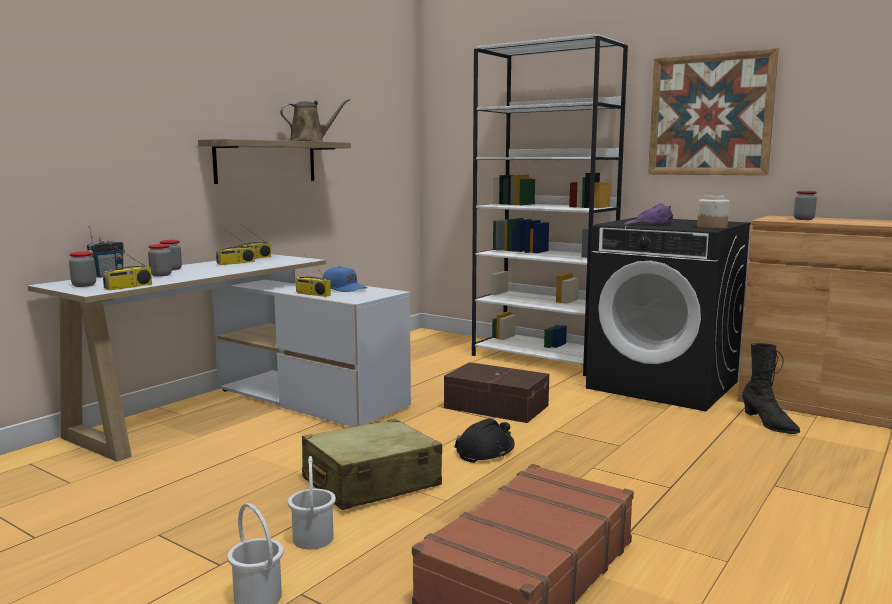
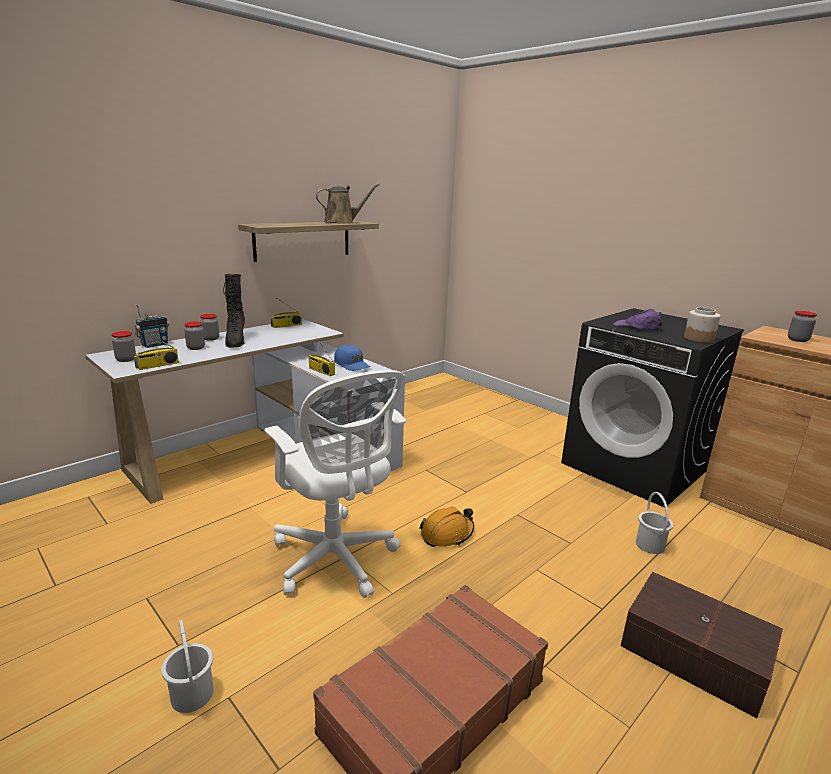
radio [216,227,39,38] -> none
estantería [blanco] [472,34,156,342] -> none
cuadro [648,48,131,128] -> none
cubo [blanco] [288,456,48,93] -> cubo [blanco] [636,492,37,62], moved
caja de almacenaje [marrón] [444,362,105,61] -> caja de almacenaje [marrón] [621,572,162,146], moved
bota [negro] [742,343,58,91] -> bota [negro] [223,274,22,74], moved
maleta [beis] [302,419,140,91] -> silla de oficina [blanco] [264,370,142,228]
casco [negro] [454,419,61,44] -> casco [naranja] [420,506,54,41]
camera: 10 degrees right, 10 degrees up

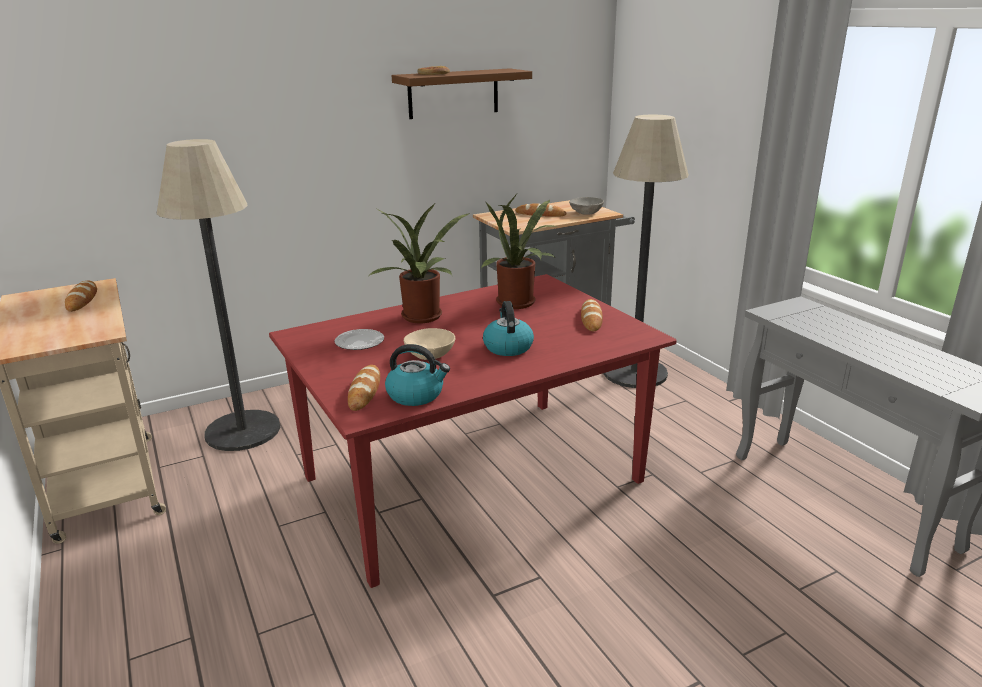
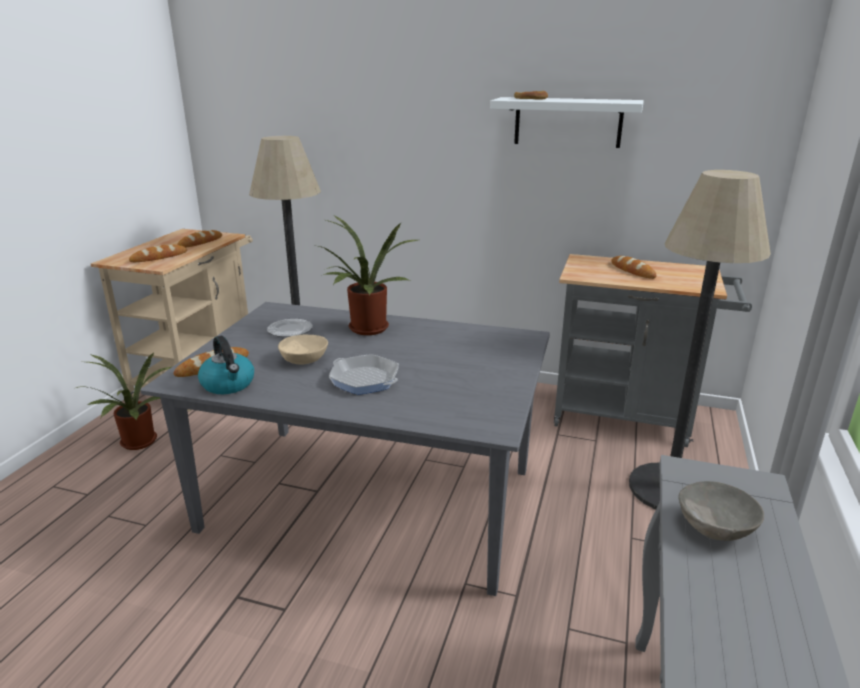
planta en maceta [481,195,78,114] -> planta en maceta [76,353,96,97], moved
cuenco [gris] [569,197,35,18] -> cuenco [gris] [678,481,86,60], moved
pan [581,299,22,32] -> pan [129,244,58,18], moved
hervidor [483,301,51,55] -> sartén [329,354,70,41]
mesa de comedor [rojo] [269,274,408,314] -> mesa de comedor [gris] [141,302,409,294]
estante [marrón] [391,68,141,51] -> estante [blanco] [490,97,154,51]
camera: 45 degrees right, 0 degrees up

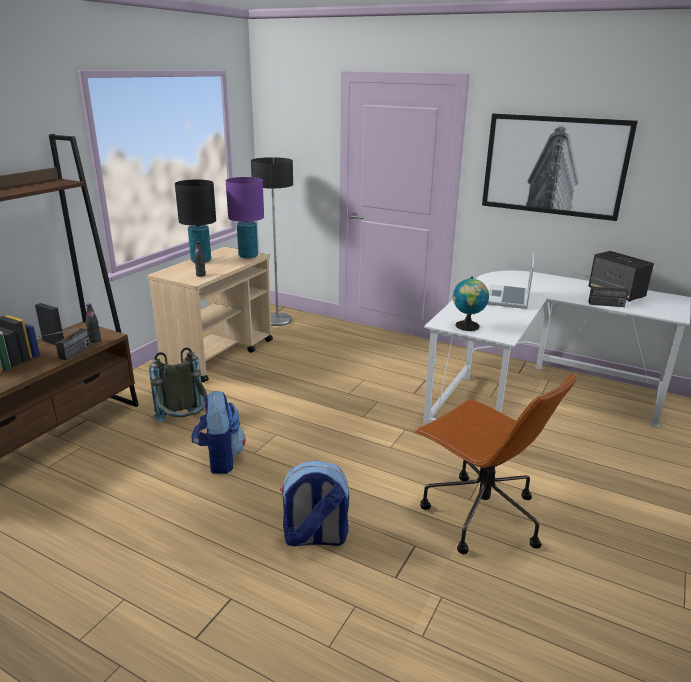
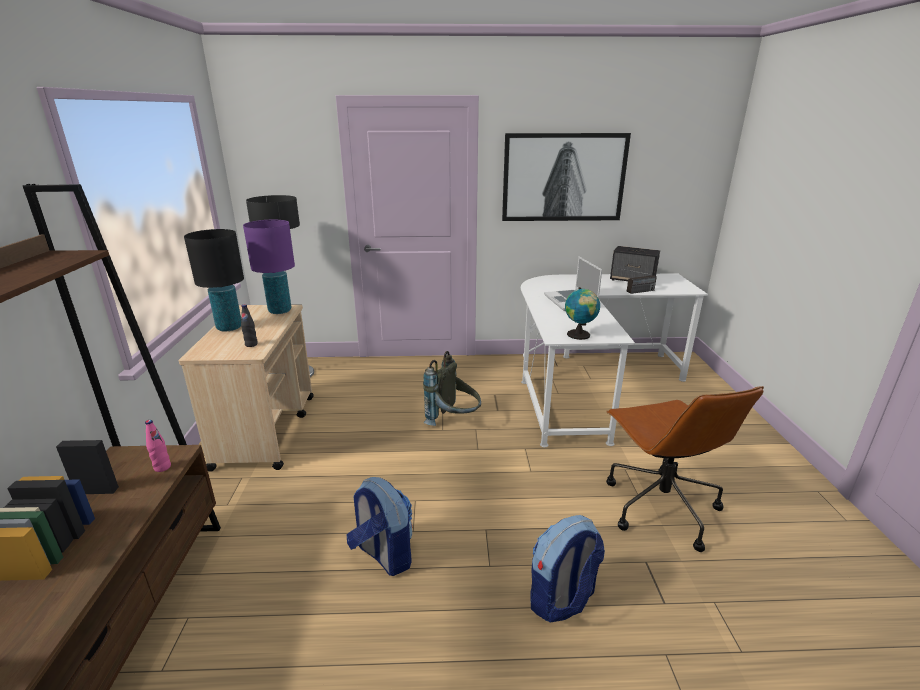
radio [38,328,53,32] -> none
mochila [gris] [149,347,58,75] -> mochila [gris] [423,351,58,75], moved
botella [negro] [86,303,15,40] -> botella [rosa] [145,420,26,52]
silla de oficina [marrón] [414,373,163,181] -> silla de oficina [marrón] [606,386,158,166], 60 degrees clockwise
camera: 30 degrees left, 0 degrees up

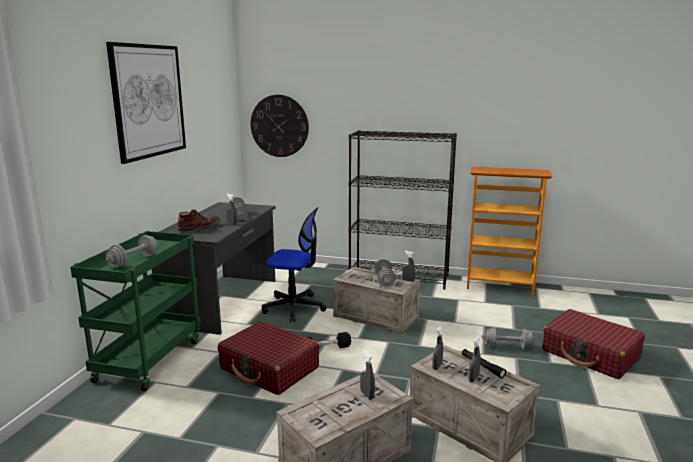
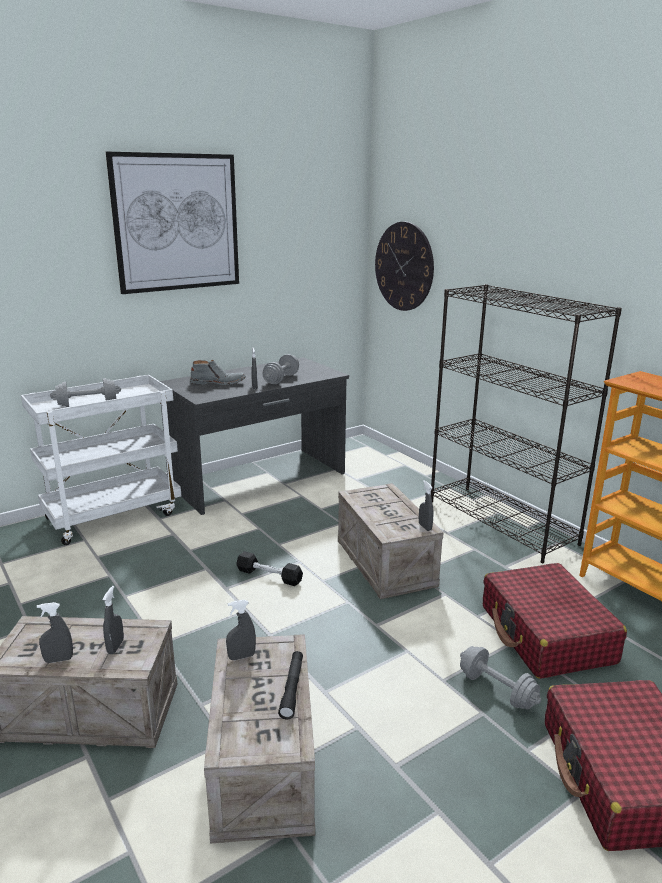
silla de oficina [262,207,65,115] -> none
mancuerna [gris] [374,259,22,28] -> none
maleta [rojo] [218,321,101,74] -> maleta [rojo] [483,563,144,116], moved
pulverizador [gris] [468,337,12,45] -> pulverizador [gris] [37,602,36,61], moved
carrito [verde] [70,231,131,160] -> carrito [blanco] [21,375,160,170]
bota [marrón] [177,209,44,23] -> bota [gris] [190,360,56,25]
camera: 40 degrees right, 5 degrees up

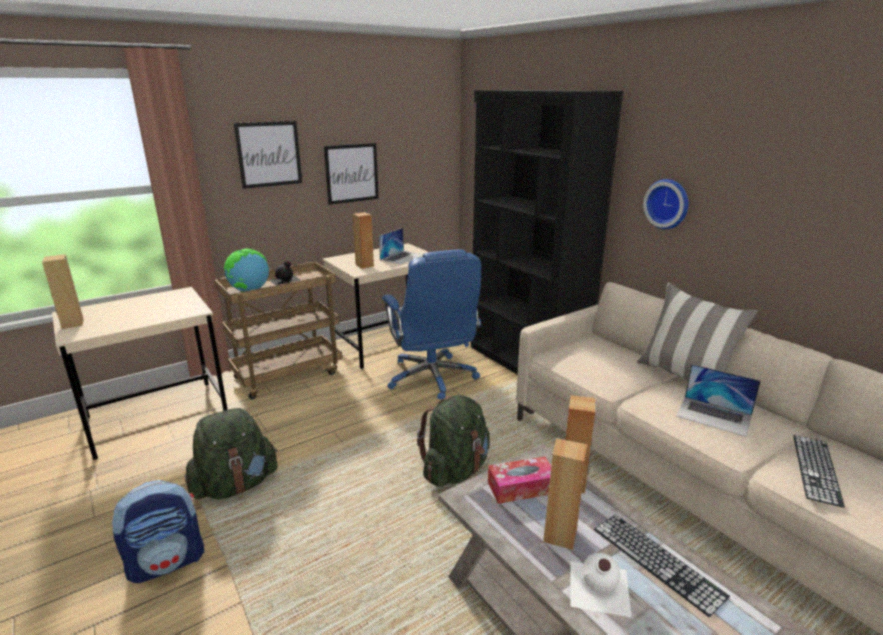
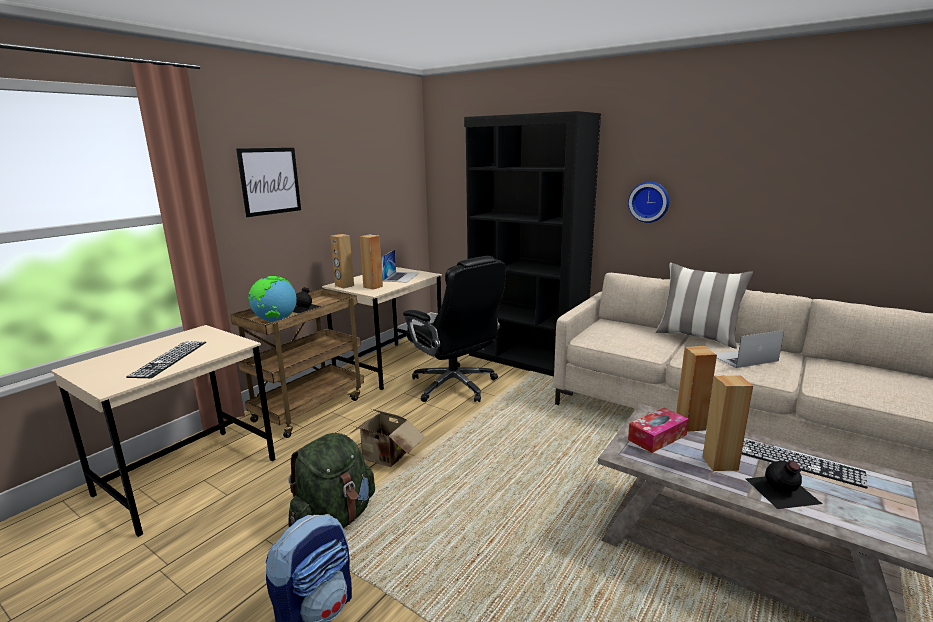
cuadro [324,143,55,62] -> none
mochila [verde] [417,395,73,92] -> none
none -> caja de cartón [348,409,77,58]
altavoz [marrón] [42,254,42,75] -> altavoz [marrón] [330,234,24,55], moved
teclado [793,435,52,73] -> teclado [126,341,80,37], moved
silla de oficina [azul] [382,249,99,151] -> silla de oficina [negro] [403,256,103,146]
botella [blanco] [570,553,62,65] -> botella [negro] [746,461,76,48]
portátil [676,364,85,73] -> portátil [717,330,67,38], 150 degrees clockwise
camera: 20 degrees left, 5 degrees down

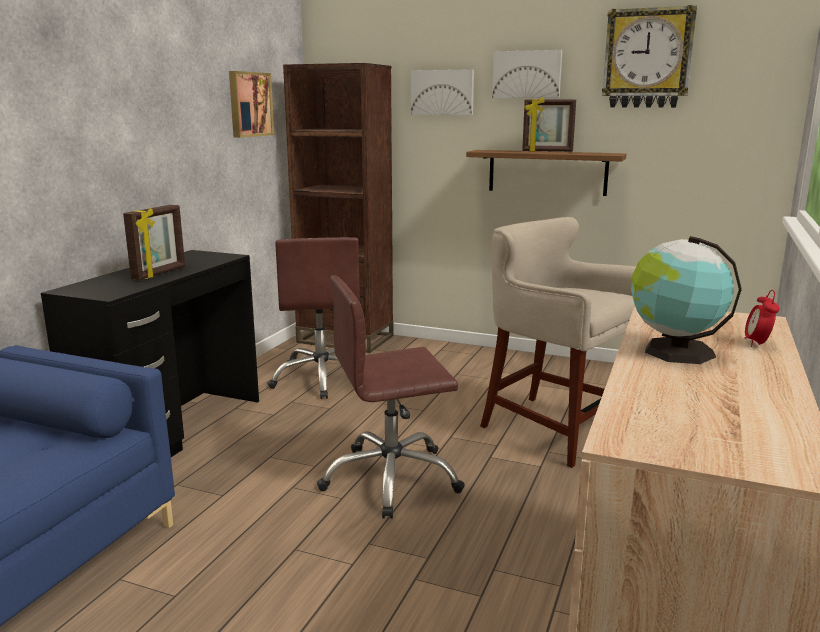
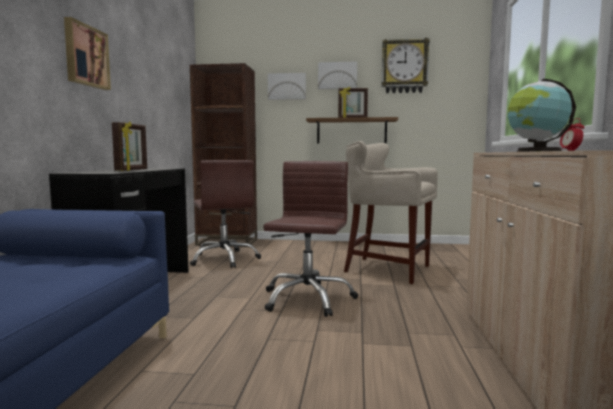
cuadro [229,71,45,67] -> cuadro [64,17,47,73], moved
silla de oficina [marrón] [317,275,148,244] -> silla de oficina [marrón] [263,161,95,156], 135 degrees clockwise
camera: 15 degrees left, 10 degrees down

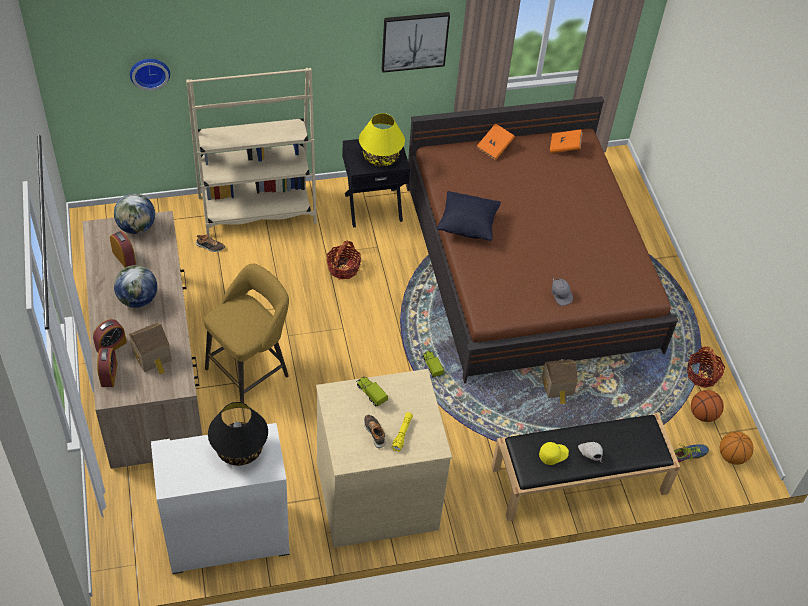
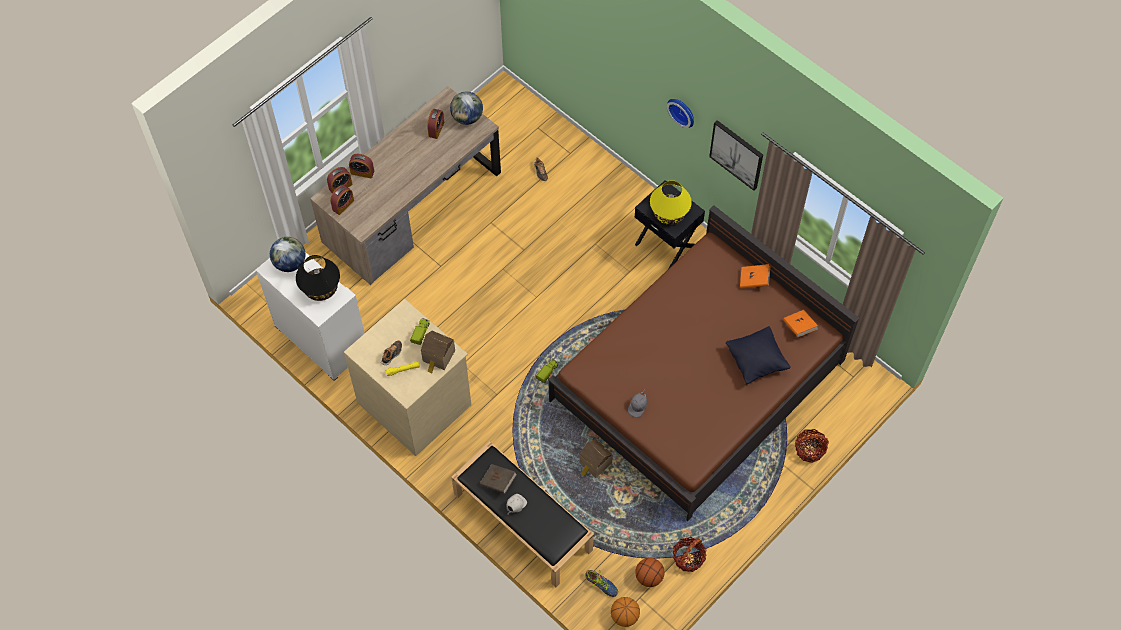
estantería [beis] [186,68,131,168] -> none
taburete [amarillo] [204,264,85,139] -> none
none -> despertador [330,185,24,30]
globo terráqueo [114,265,43,43] -> globo terráqueo [270,237,35,35], moved
casita [129,323,43,52] -> casita [421,331,34,42], moved
reloj de pared [130,59,40,32] -> reloj de pared [667,99,27,29], moved
cesta [327,241,34,38] -> cesta [795,429,34,34], moved
cojín [negro] [437,191,64,50] -> cojín [negro] [726,326,65,58], moved
gorra [amarillo] [539,442,30,23] -> libro [marrón] [480,464,37,30]
camera: 60 degrees right, 10 degrees up

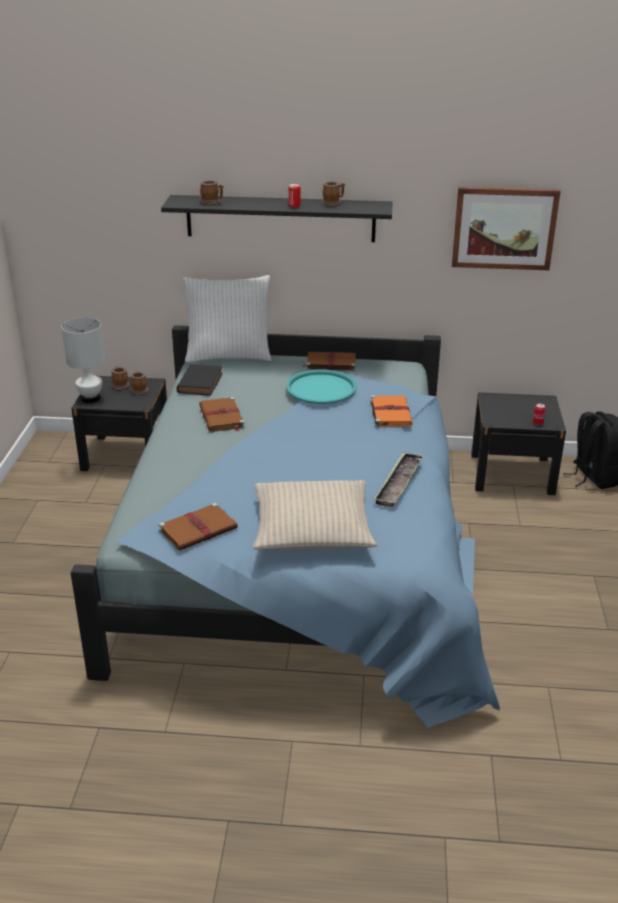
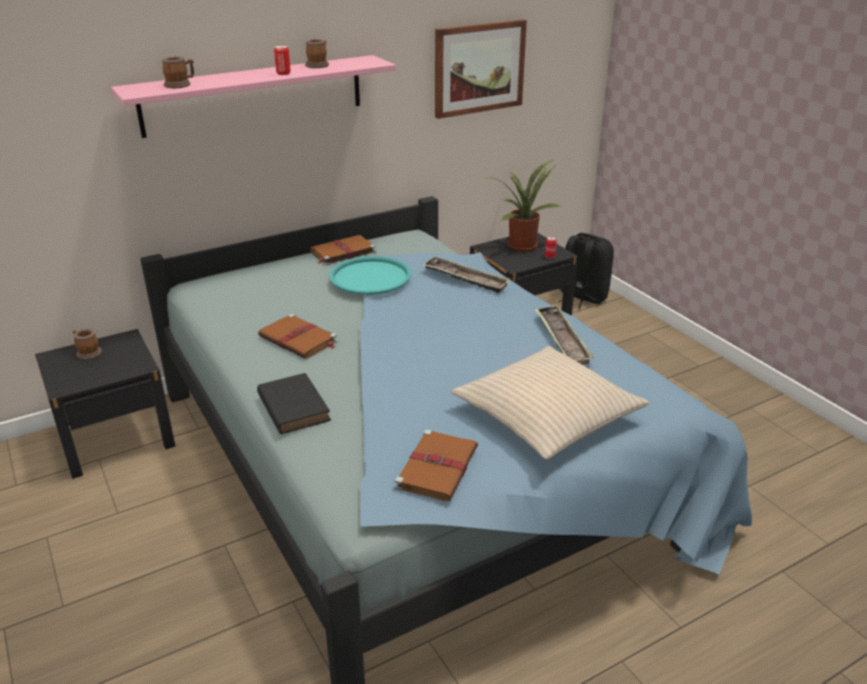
lámpara de mesa [blanco] [61,317,44,86] -> none
taza grande [130,371,19,24] -> none
cojín [blanco] [183,275,89,87] -> none
none -> planta en maceta [488,160,73,92]
libro [negro] [177,364,46,32] -> libro [negro] [257,373,74,61], moved
libro [naranja] [370,395,43,32] -> bandeja [423,257,88,36]
estante [negro] [161,195,232,47] -> estante [rosa] [111,55,285,83]
camera: 35 degrees left, 0 degrees up

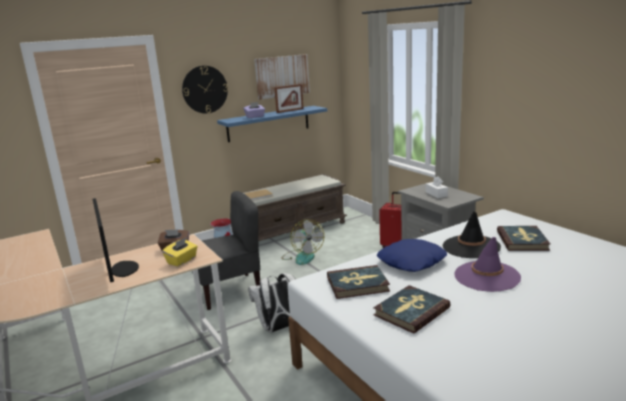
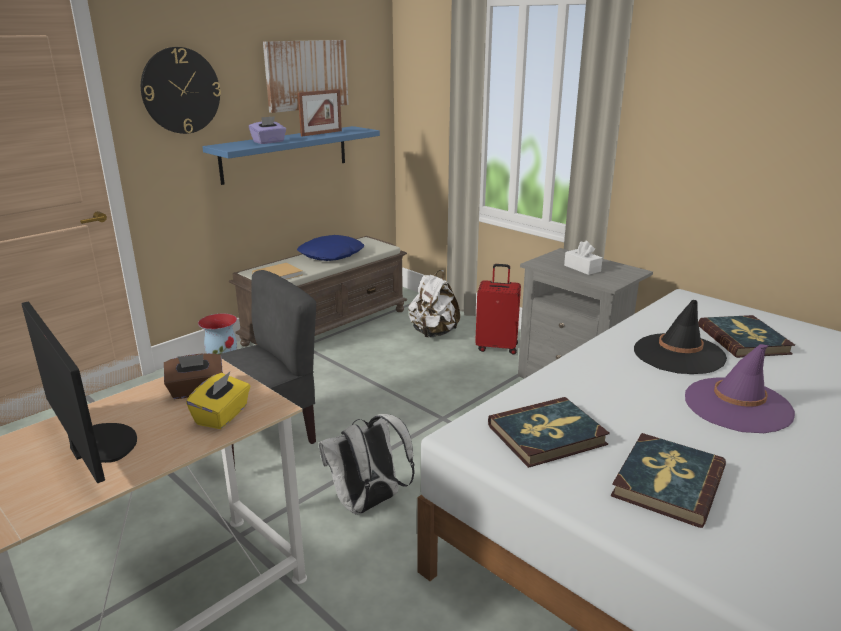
ventilador [282,219,42,46] -> none
none -> mochila [blanco] [408,270,52,68]
cojín [azul] [377,239,70,33] -> cojín [azul] [297,235,67,26], moved
camera: 15 degrees left, 5 degrees up

